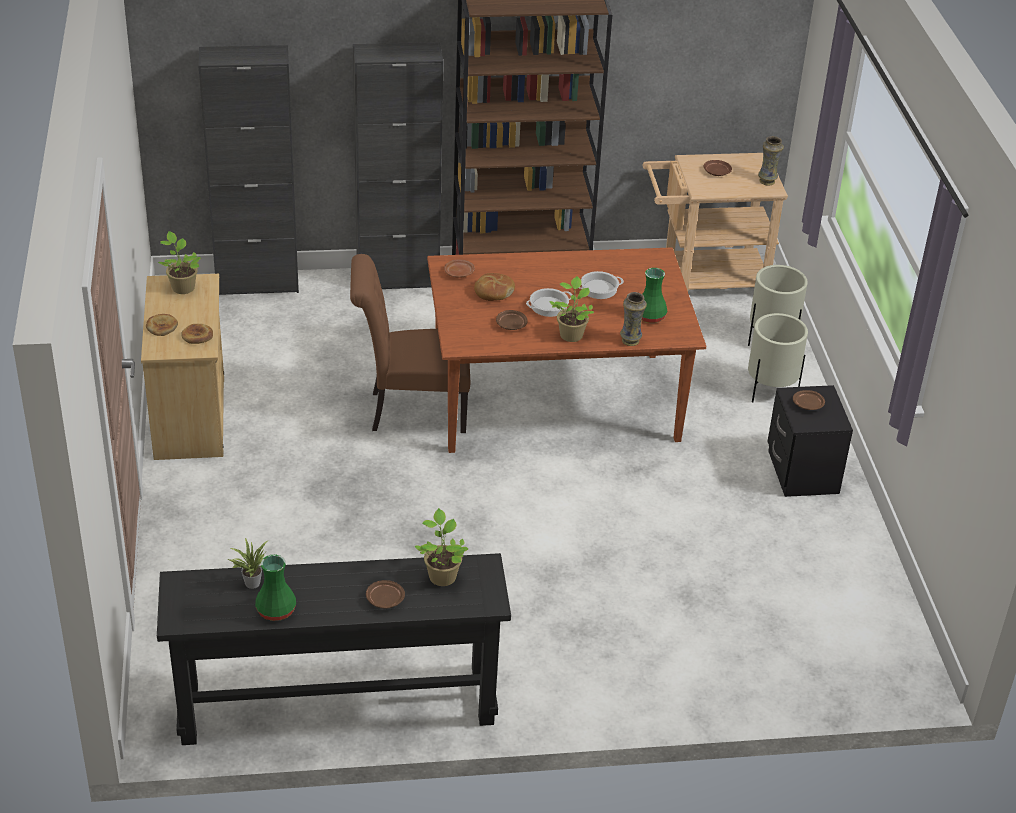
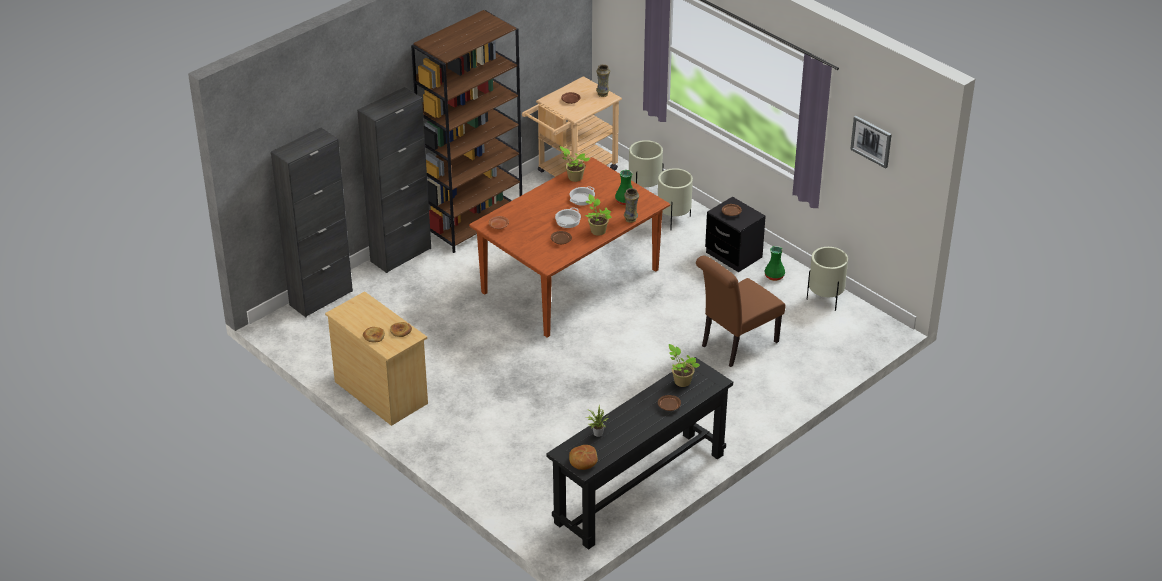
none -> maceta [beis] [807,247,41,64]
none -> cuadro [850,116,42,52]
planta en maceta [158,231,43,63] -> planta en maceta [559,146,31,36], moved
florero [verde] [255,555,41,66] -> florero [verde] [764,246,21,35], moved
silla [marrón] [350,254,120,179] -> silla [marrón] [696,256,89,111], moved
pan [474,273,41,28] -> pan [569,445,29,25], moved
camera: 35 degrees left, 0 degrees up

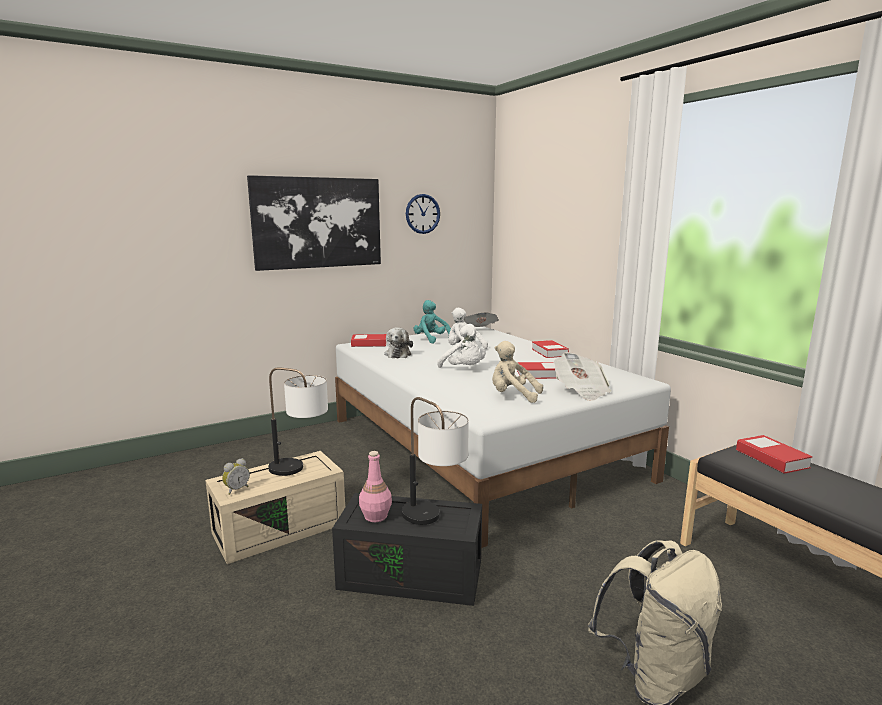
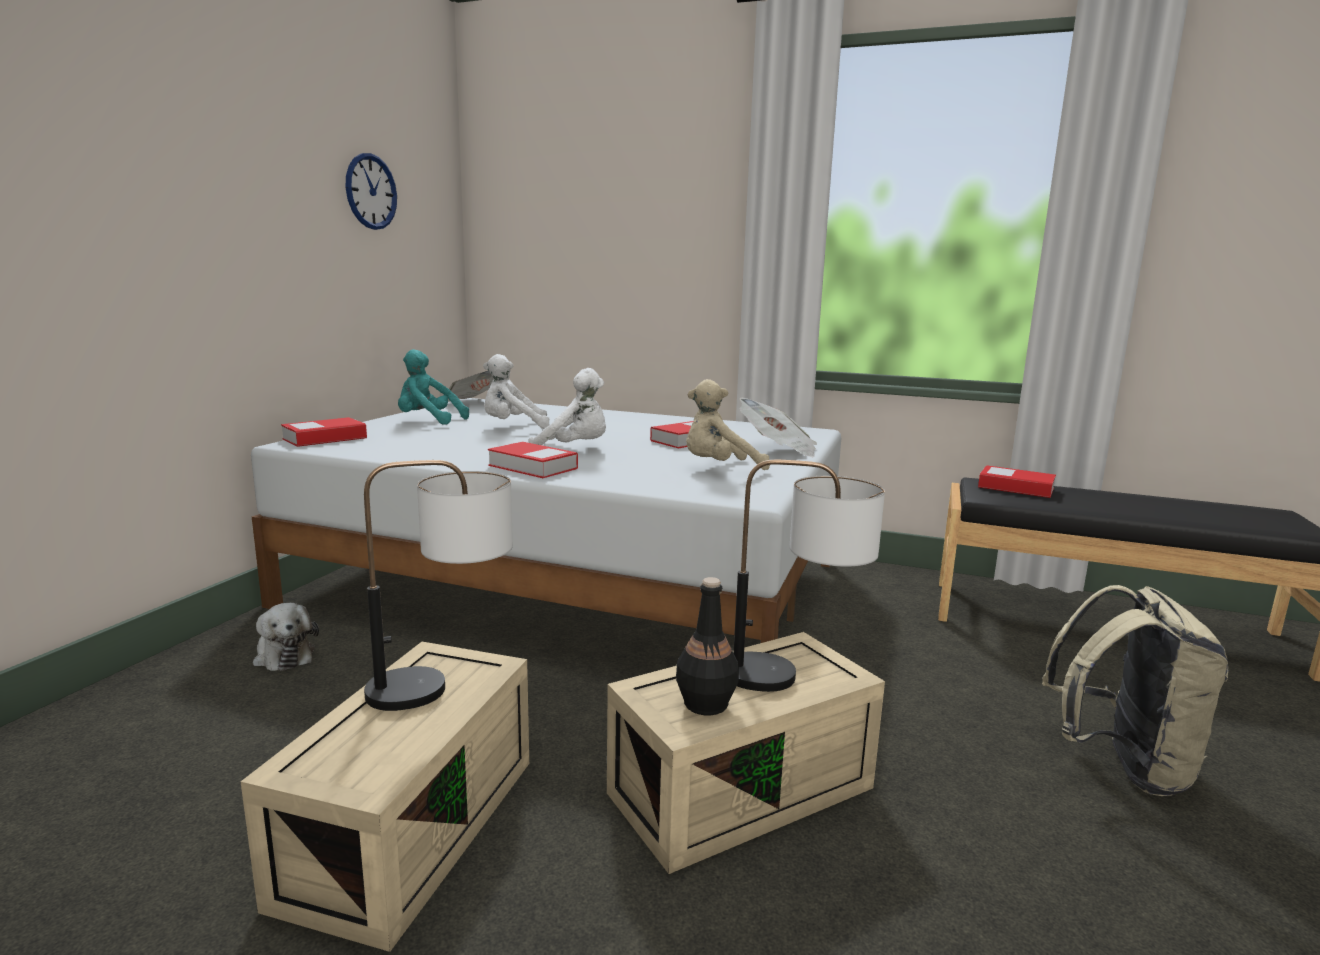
despertador [222,458,28,37] -> none
cuadro [247,175,134,96] -> none
peluche [384,327,29,31] -> peluche [253,603,66,68], moved
libro [532,340,37,18] -> libro [488,442,90,36], moved
caja de almacenaje [negro] [332,493,150,113] -> caja de almacenaje [beis] [607,632,278,242]
botella [rosa] [359,451,33,71] -> botella [negro] [676,577,63,138]
camera: 40 degrees left, 0 degrees up

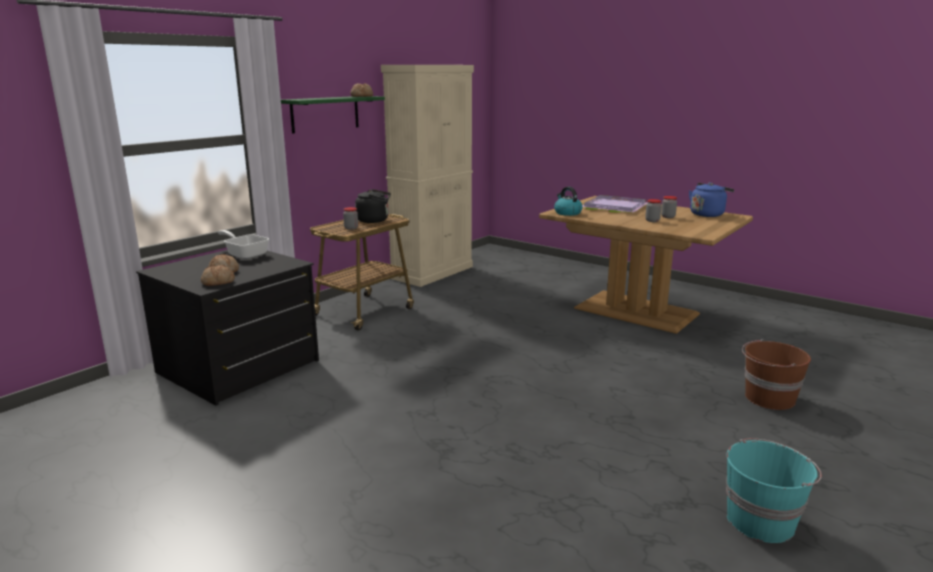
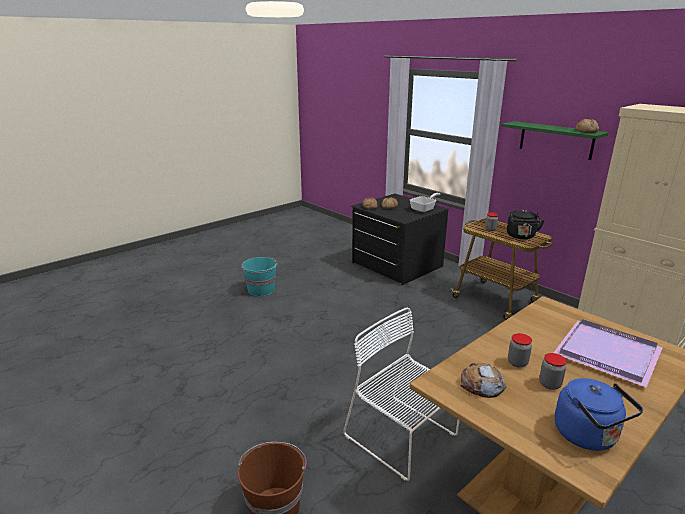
hervidor [554,187,28,29] -> none
none -> silla [blanco] [343,307,117,174]
none -> pan [460,363,46,35]
cubo [turquesa] [726,438,96,105] -> cubo [turquesa] [241,257,36,39], moved
camera: 100 degrees right, 5 degrees up

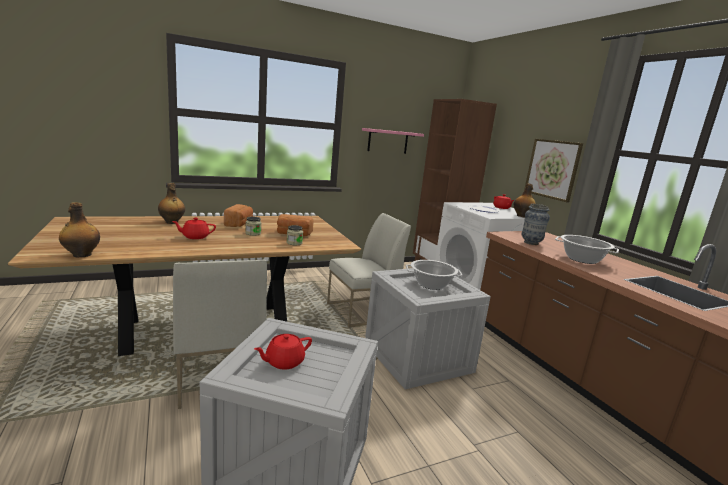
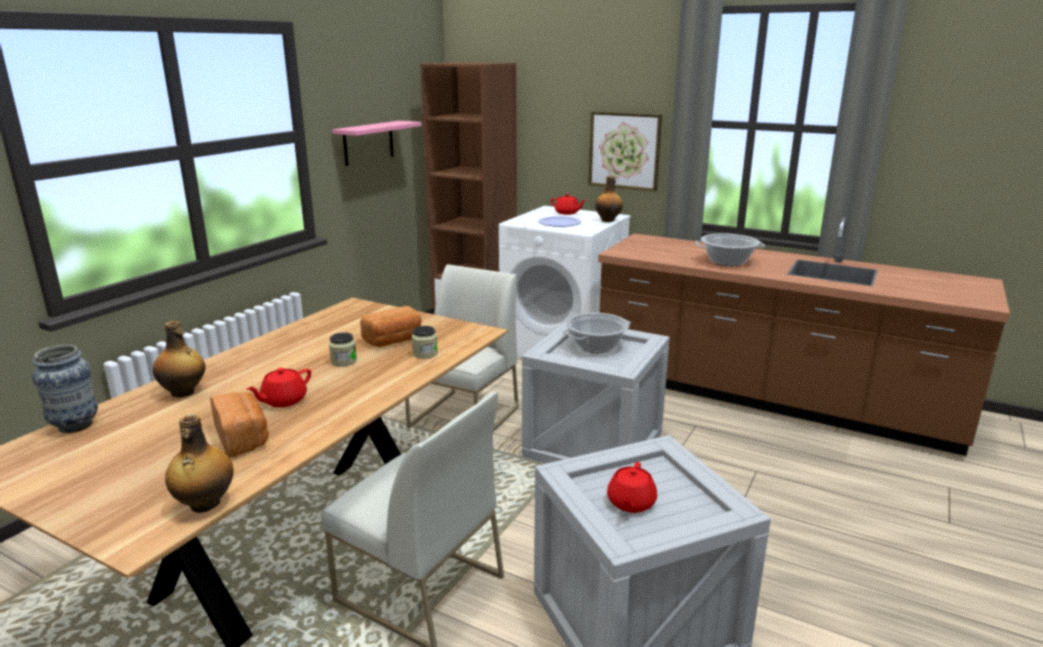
pan [224,204,29,23] -> pan [210,392,59,65], moved
florero [522,204,28,41] -> florero [32,345,66,88], moved
camera: 35 degrees left, 5 degrees up

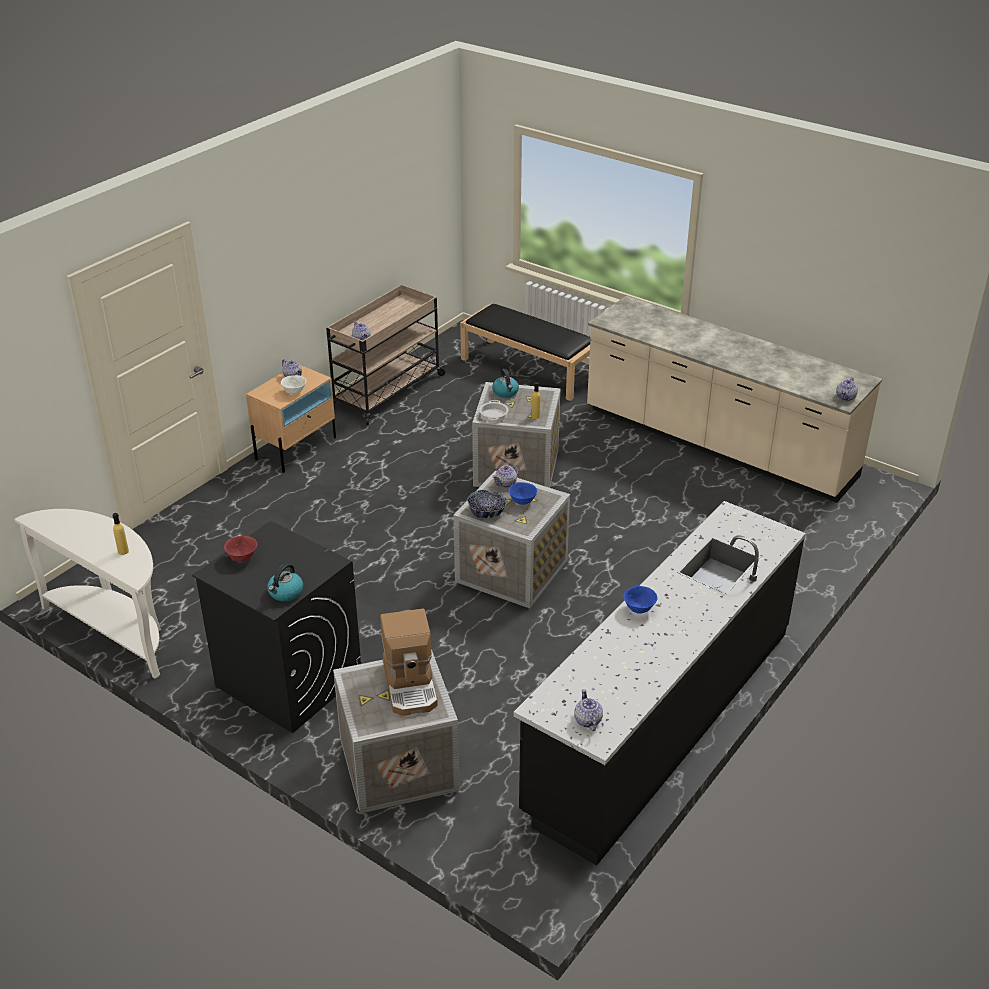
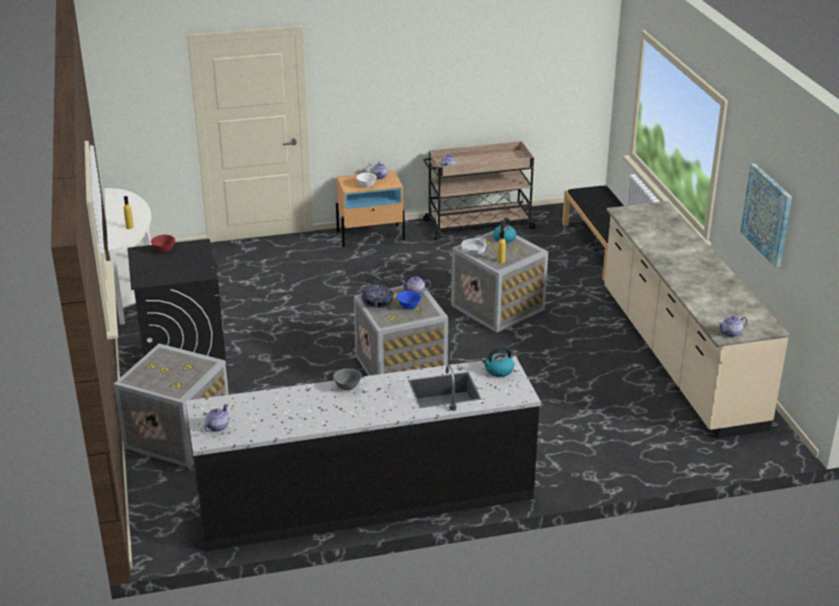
cafetera [380,609,58,107] -> none
none -> cuadro [740,163,52,105]
hervidor [267,563,36,38] -> hervidor [482,346,32,31], moved
cuenco [azul] [624,586,34,28] -> cuenco [gris] [333,368,29,22]
camera: 40 degrees right, 5 degrees down

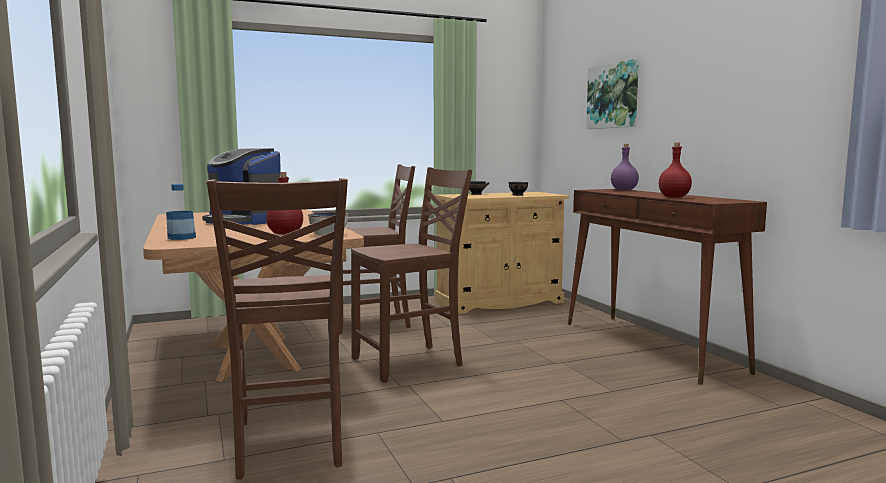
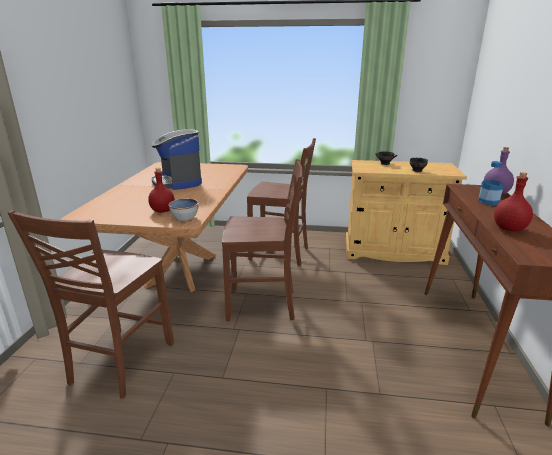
cuadro [586,59,53,70] -> none
botella [166,184,30,56] -> botella [478,161,26,44], moved
camera: 30 degrees right, 15 degrees up

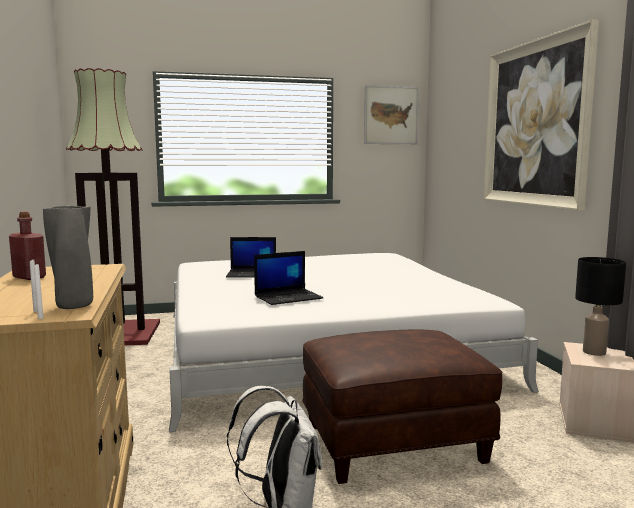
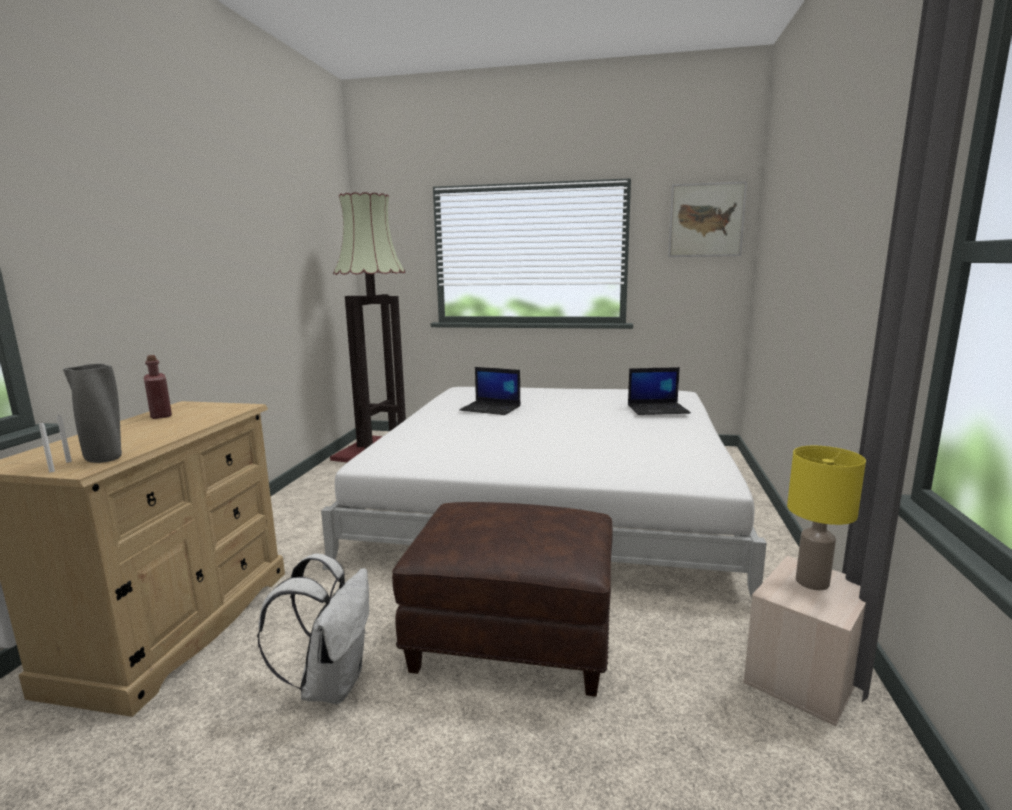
cuadro [483,20,116,191] -> none
portátil [254,251,69,54] -> portátil [628,367,63,48], moved
lámpara de mesa [negro] [575,257,51,99] -> lámpara de mesa [amarillo] [787,446,79,144]
camera: 25 degrees right, 5 degrees up

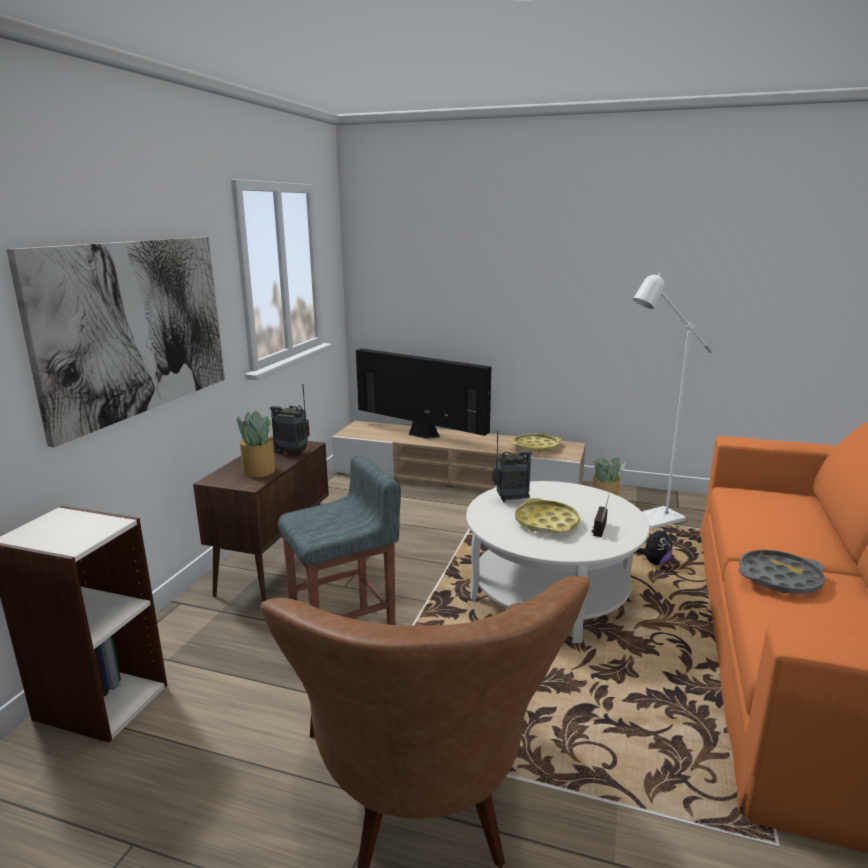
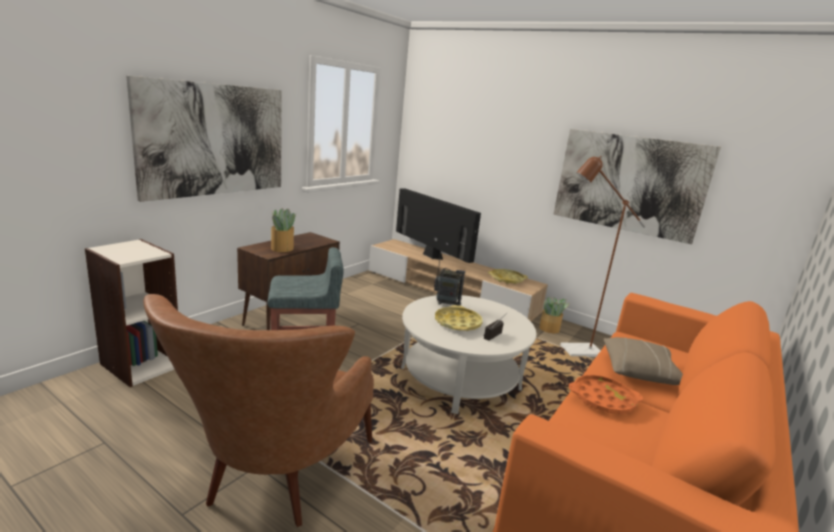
radio [270,384,40,70] -> none
peluche [637,527,35,38] -> none
none -> cuadro [553,129,168,115]
none -> cojín [beis] [604,337,79,48]
lámpara de pie [blanco] [633,272,79,257] -> lámpara de pie [marrón] [560,156,86,201]
bandeja [gris] [738,550,87,44] -> bandeja [naranja] [569,375,74,39]
camera: 15 degrees right, 0 degrees up

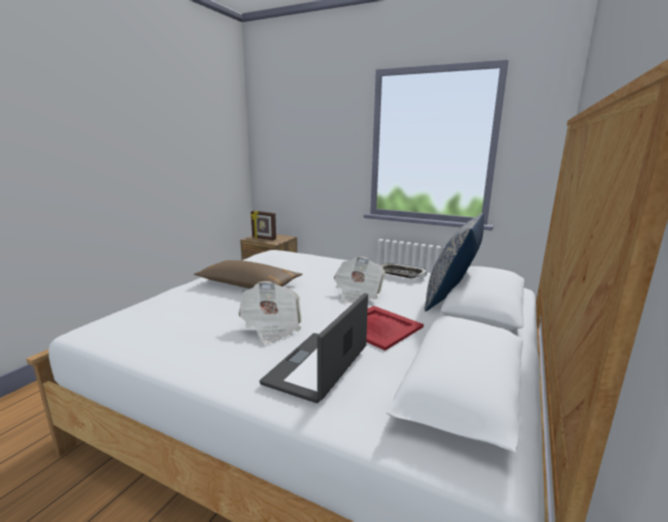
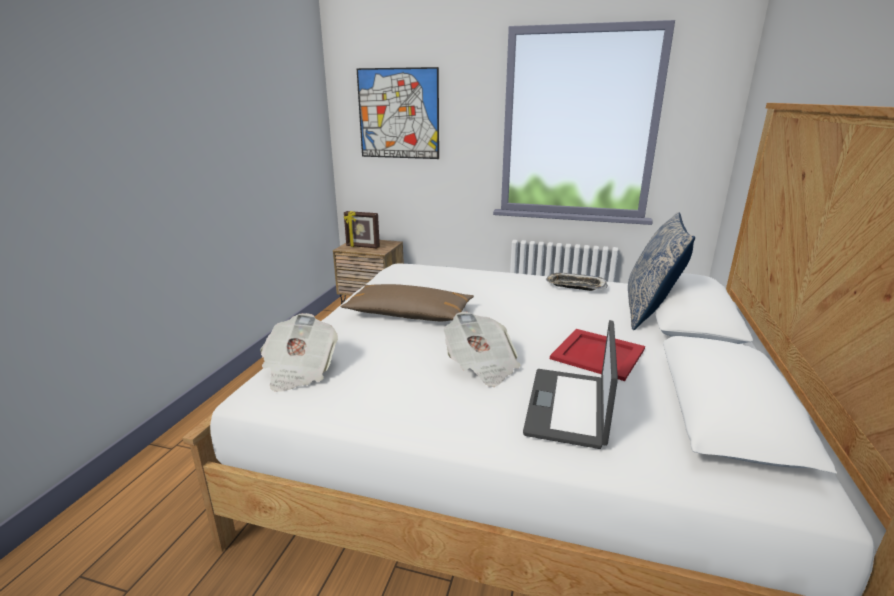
none -> cuadro [356,67,83,92]
periódico [334,257,52,46] -> periódico [260,313,78,79], moved
camera: 10 degrees left, 5 degrees up

